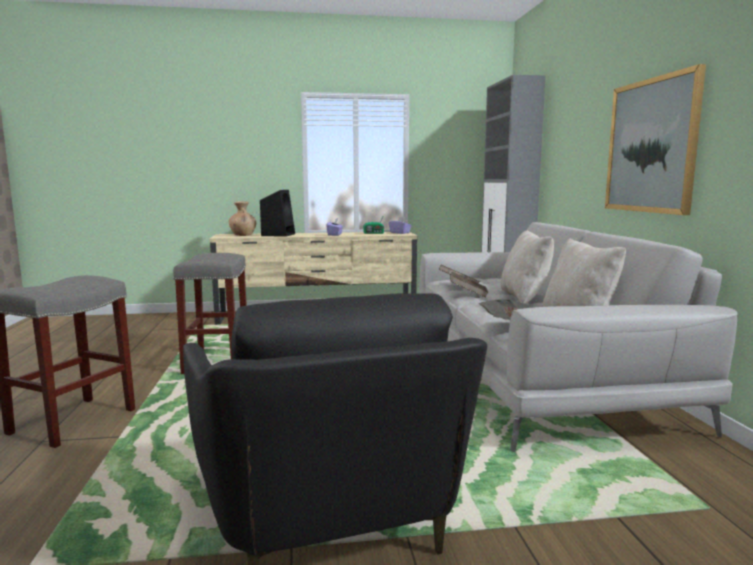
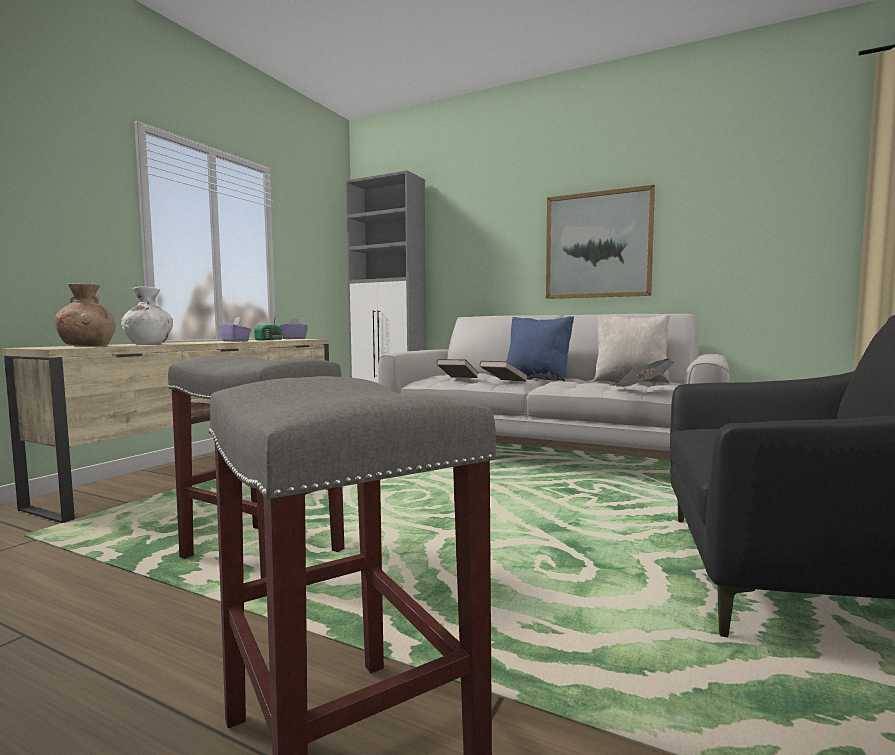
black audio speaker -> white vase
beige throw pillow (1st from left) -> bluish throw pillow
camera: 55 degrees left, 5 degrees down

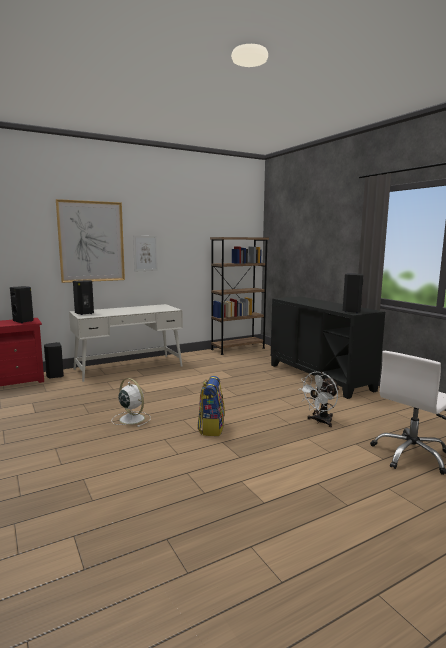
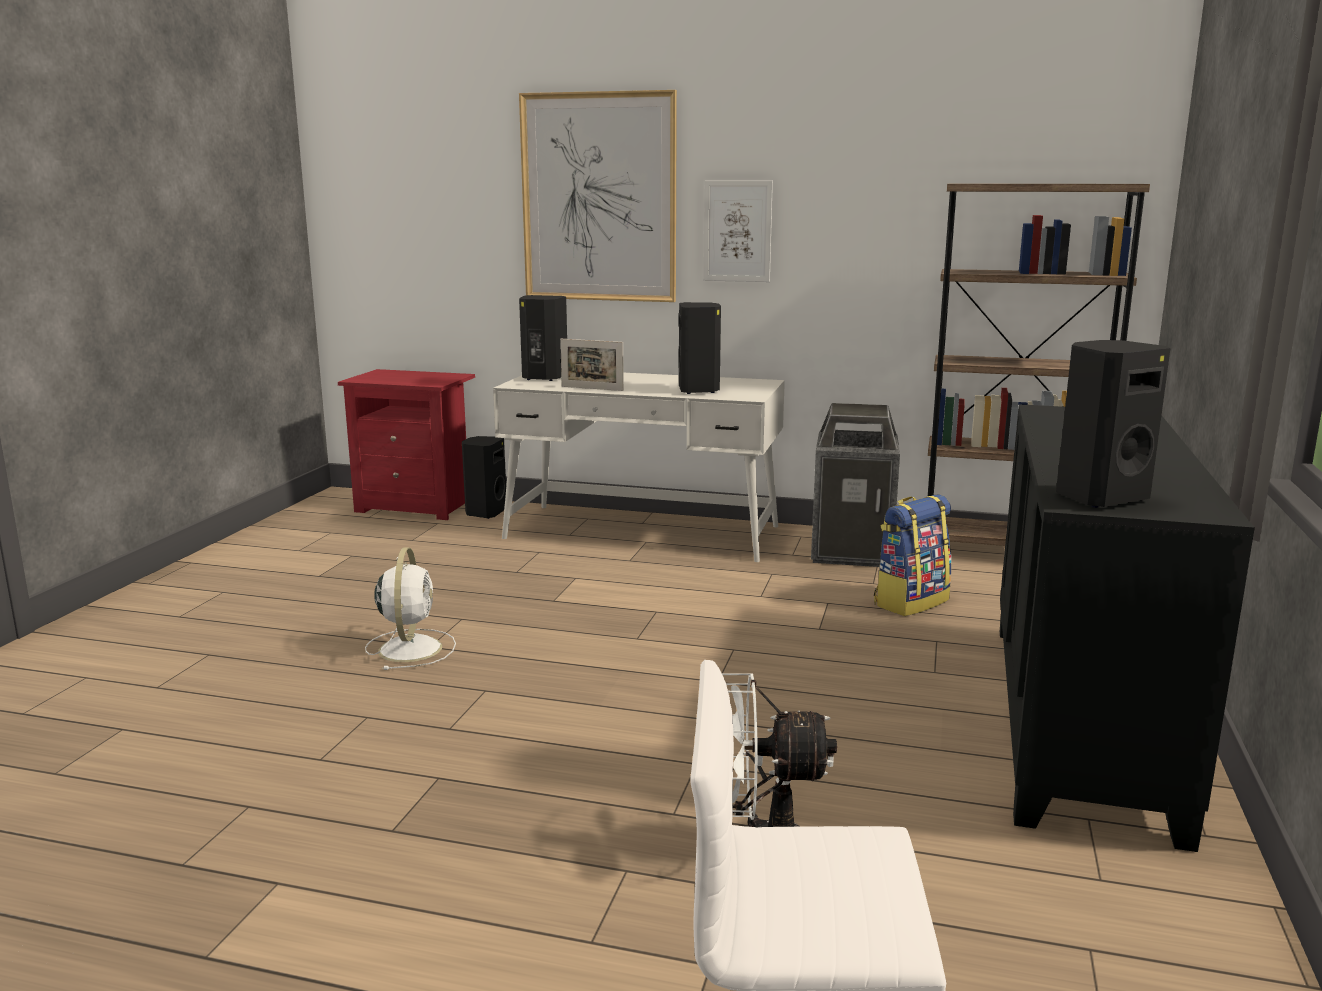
black audio speaker (1st from left in the first image) -> black audio speaker (3rd from left), move
knapsack, move
none -> standing frame
none -> waste bin
camera: 45 degrees right, 5 degrees up

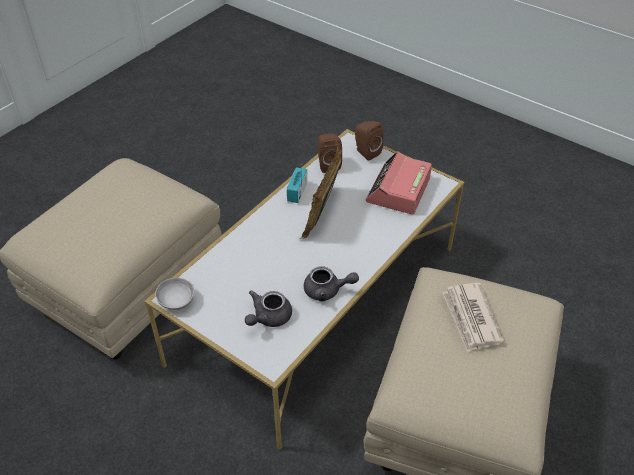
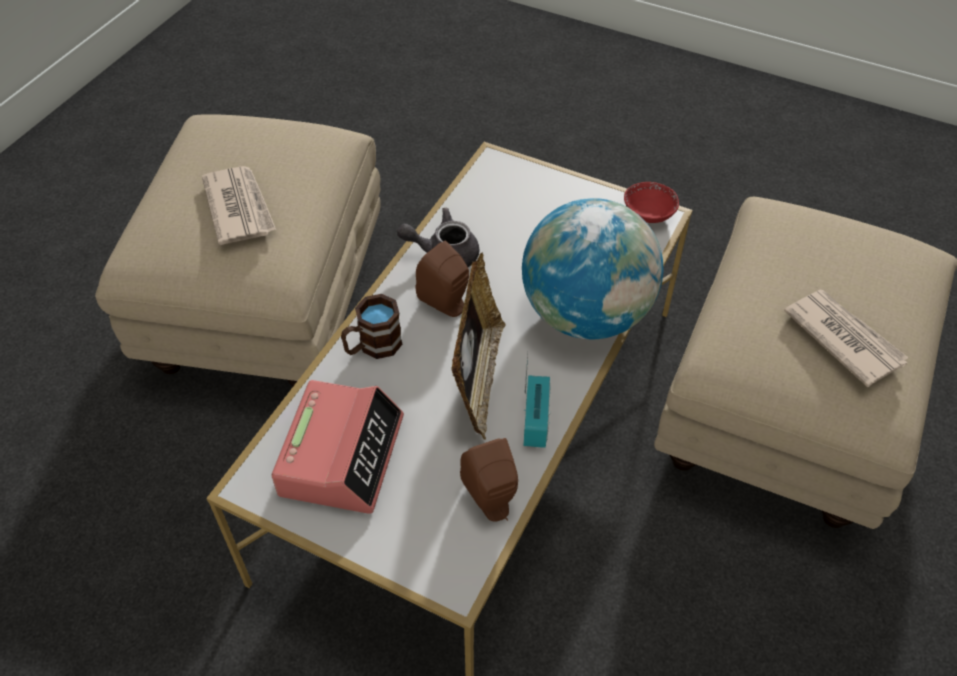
brownish audio speaker (2nd from left in the first image) -> brownish audio speaker (1st from left), move
greyish serving bowl -> red serving bowl
greyish tea pot (1st from left) -> none
none -> desk globe
none -> newspaper (2nd from left)
none -> brownish tea mug
camera: 170 degrees right, 5 degrees up

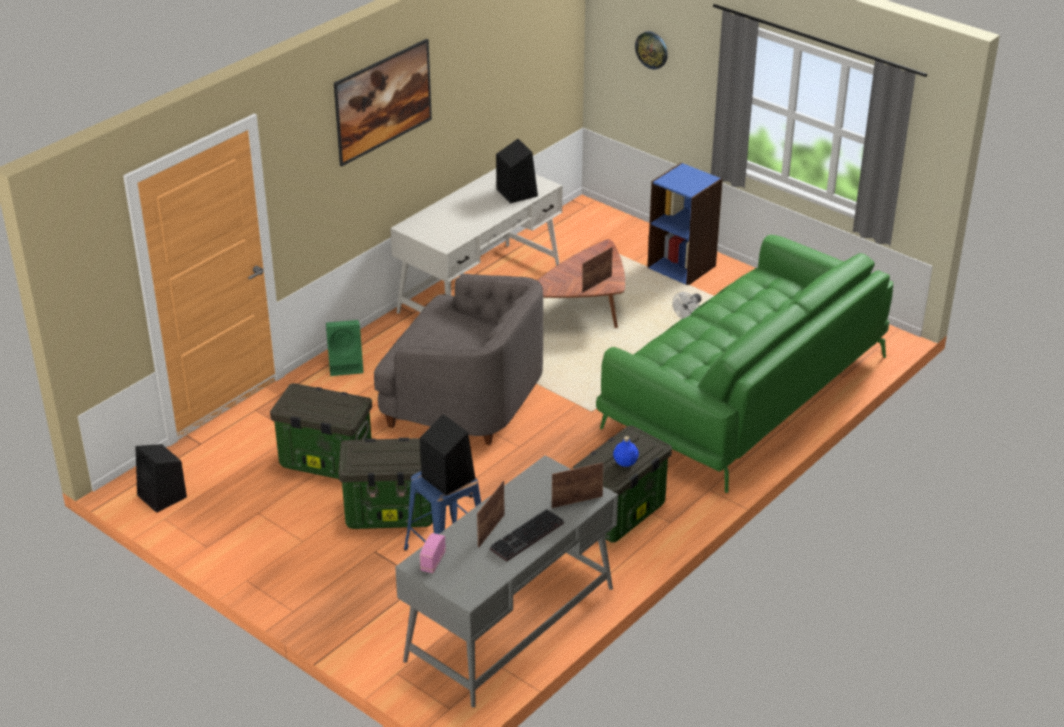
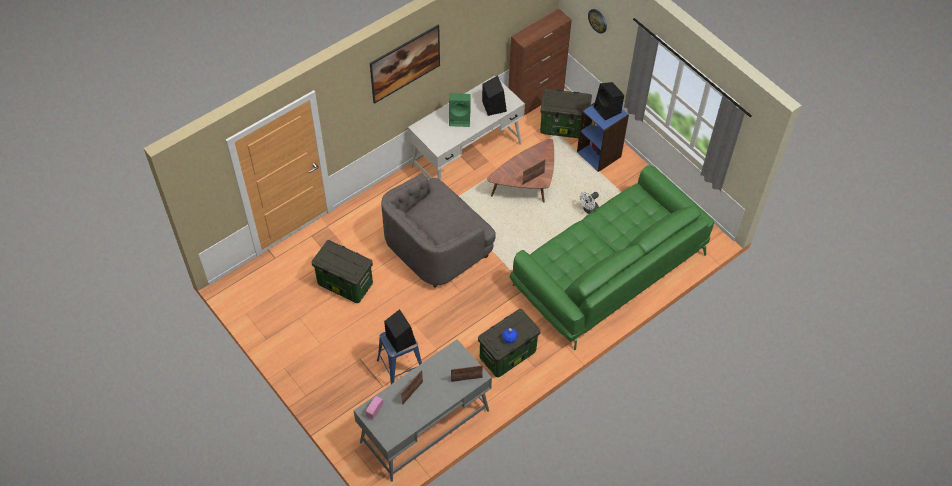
greyish lounge chair, 105 degrees clockwise
green audio speaker, move
storage box (2nd from left in the first image) -> storage box (3rd from left), move
black audio speaker (1st from left in the first image) -> black audio speaker (3rd from left), move
PC keyboard -> none
none -> brownish cupboard
camera: 10 degrees right, 20 degrees up

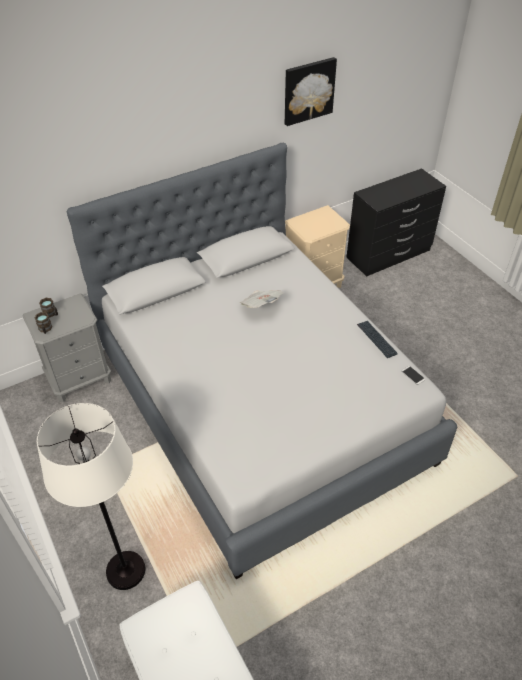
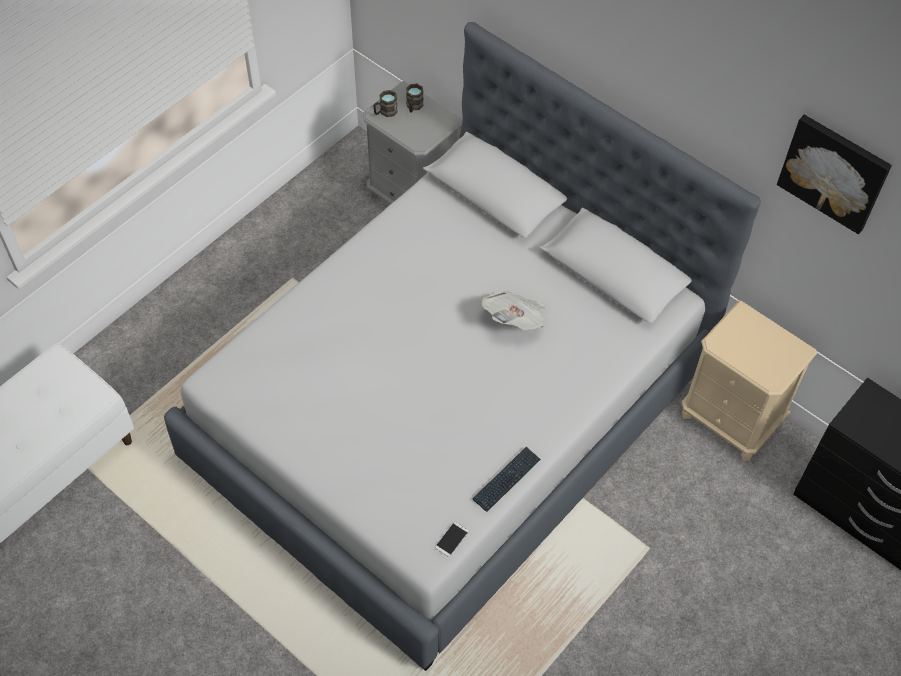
white standard lamp -> none
camera: 70 degrees right, 10 degrees up

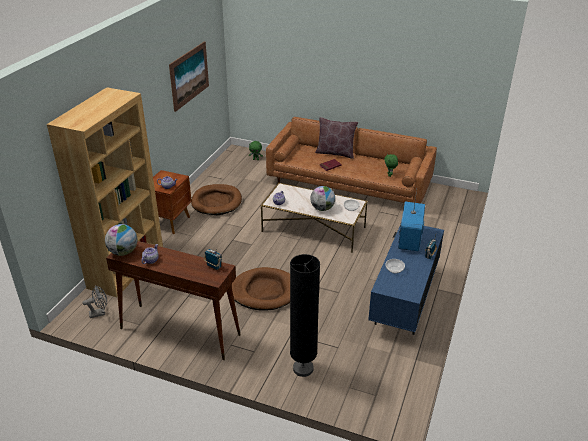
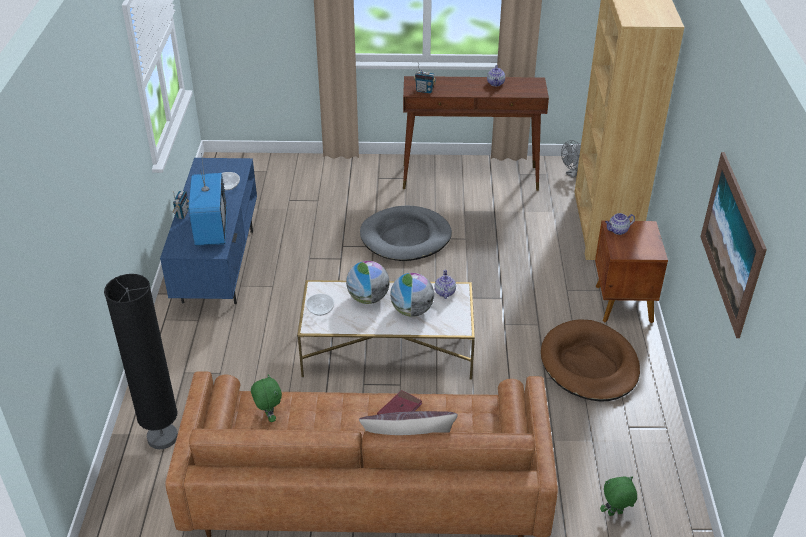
desk globe (1st from left in the first image) -> desk globe (2nd from left), move
black standard lamp, move
brownish dog bed (2nd from left) -> greyish dog bed
camera: 160 degrees right, 5 degrees up

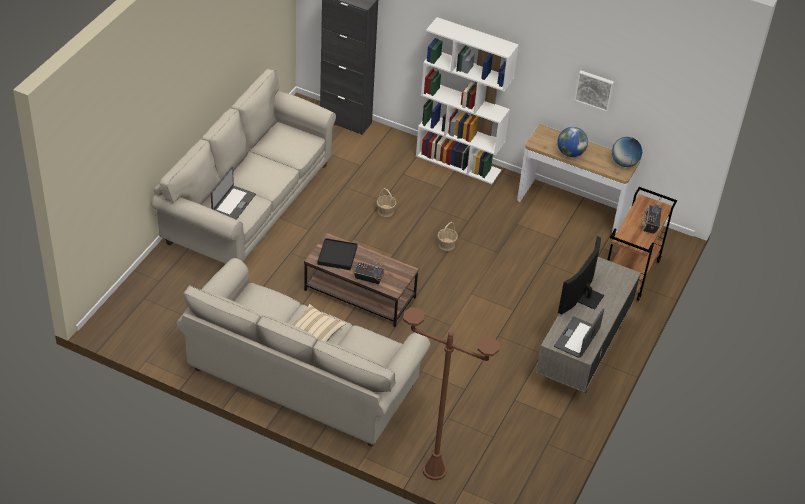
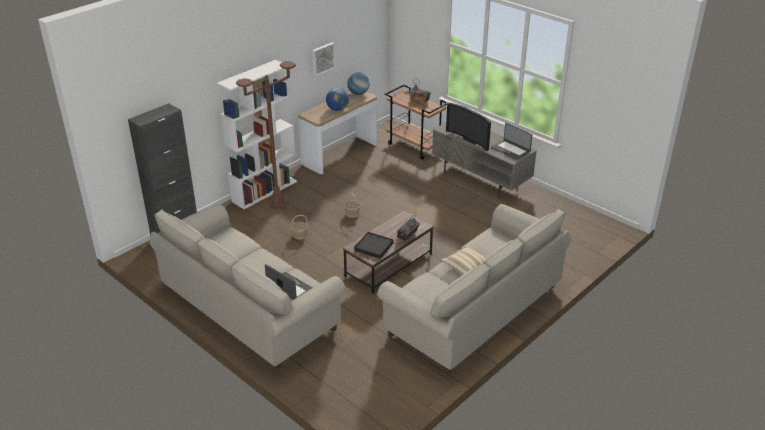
brownish standard lamp, move
camera: 70 degrees left, 10 degrees down

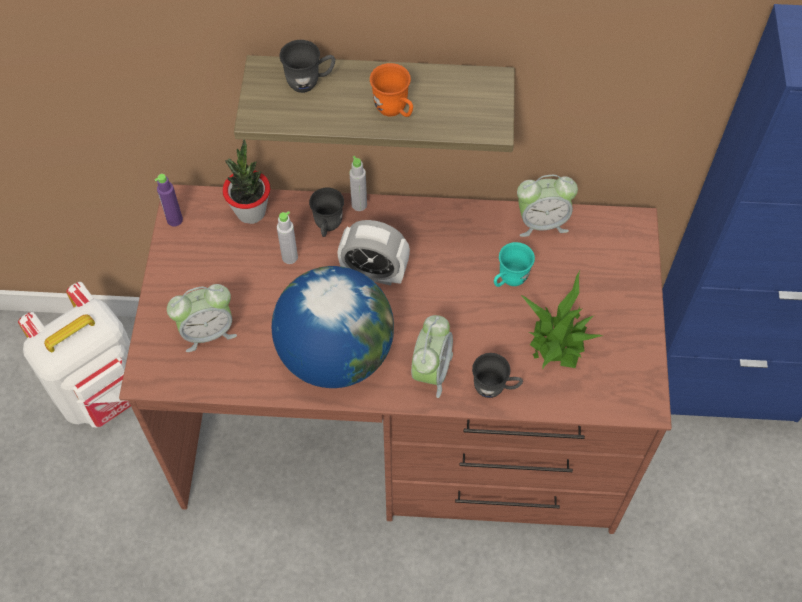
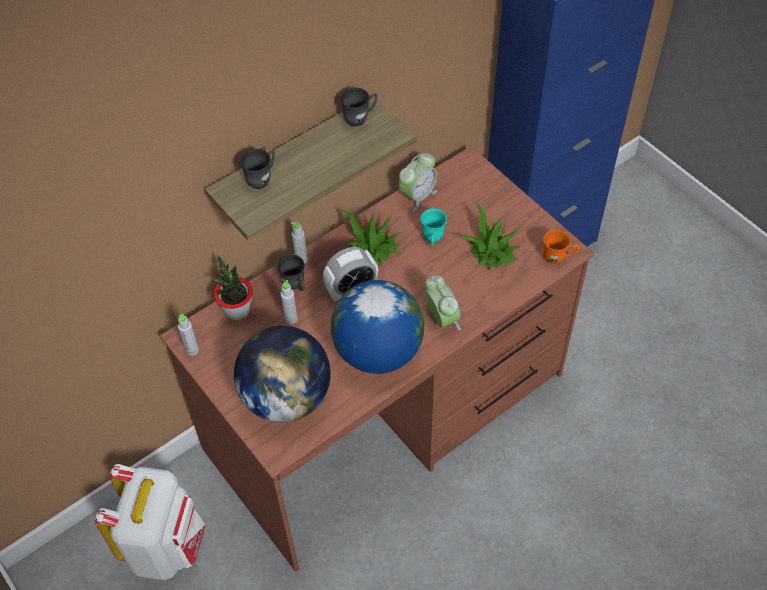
orange tea mug, move
purple-coloured drink bottle -> greyish drink bottle (1st from left)
table clock (1st from left) -> desk globe (1st from left)
greyish tea mug (3rd from left), move
none -> potted plant (2nd from left)
camera: 40 degrees left, 5 degrees down

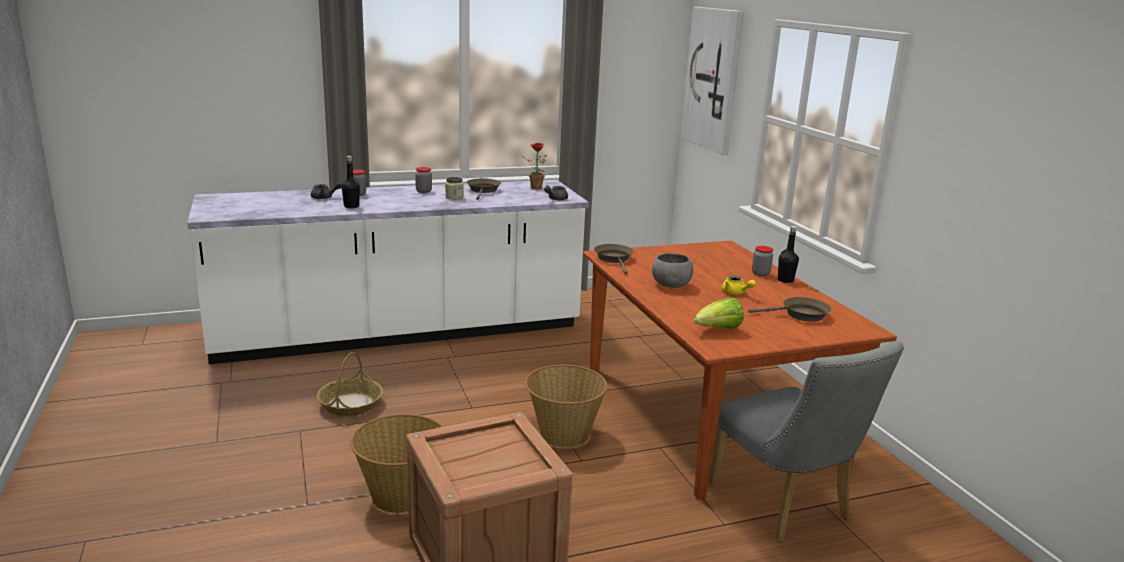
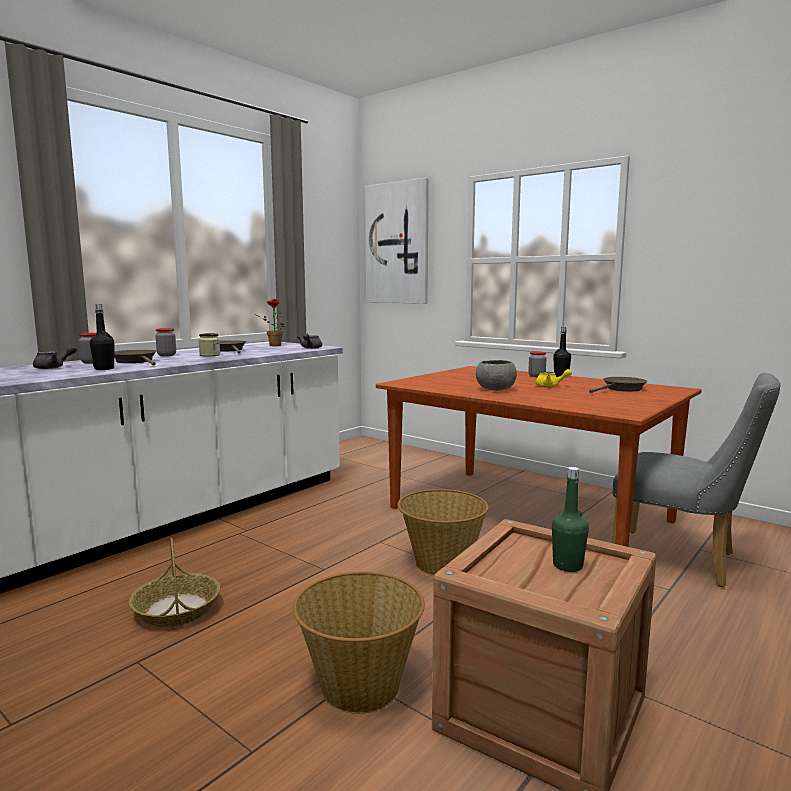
brownish skillet (2nd from left in the first image) -> brownish skillet (1st from left), move
lettuce head -> none
none -> green drink bottle
camera: 30 degrees left, 10 degrees down

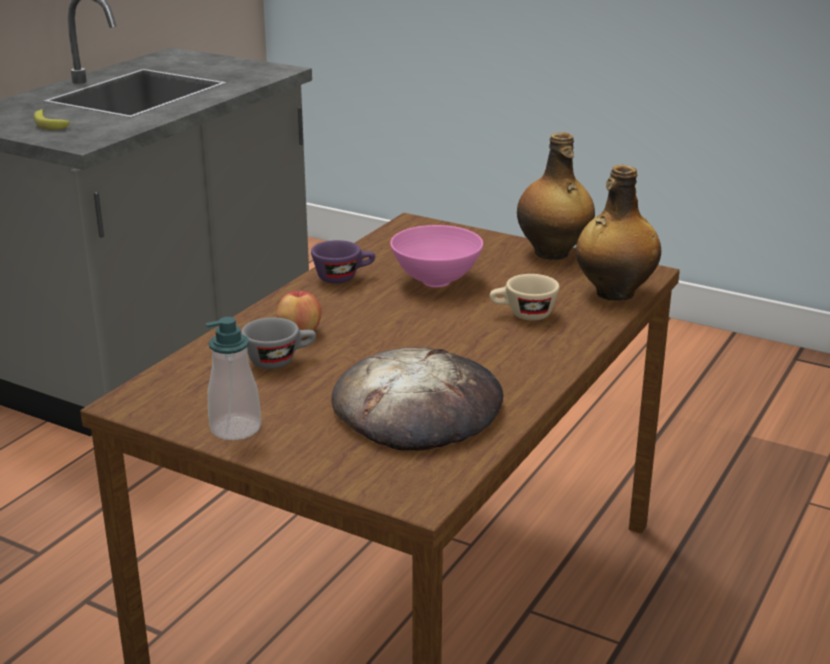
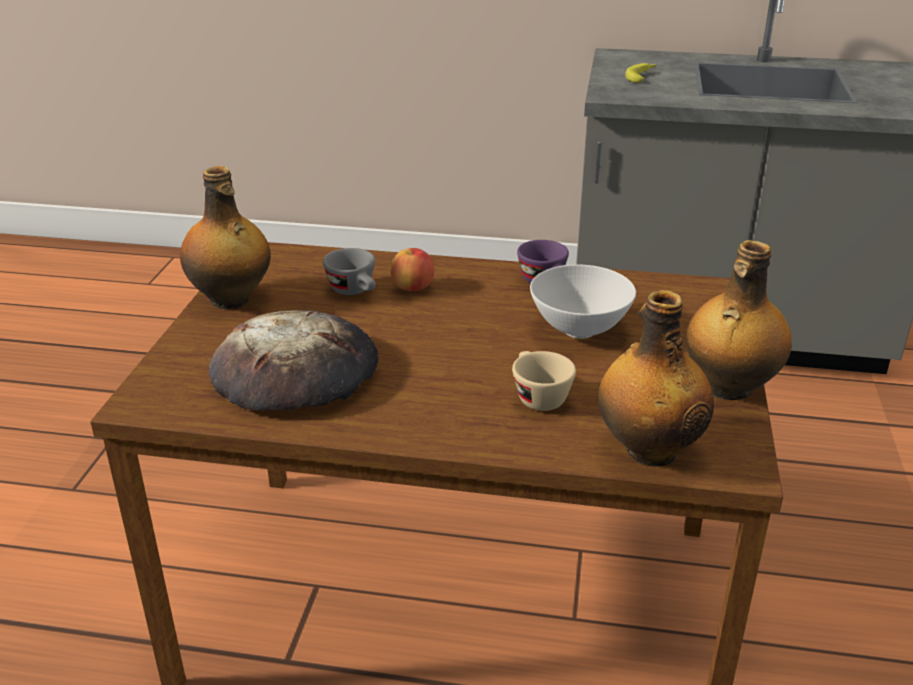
pinkish serving bowl -> white serving bowl
soap bottle -> drink bottle (1st from left)
camera: 70 degrees right, 5 degrees up

